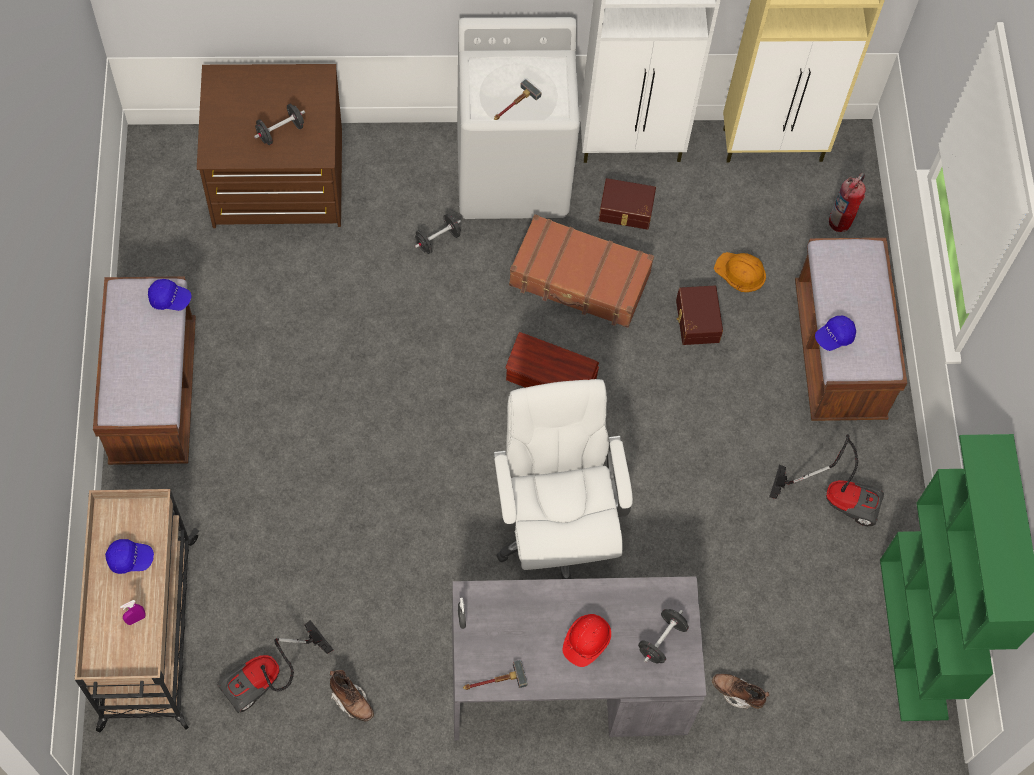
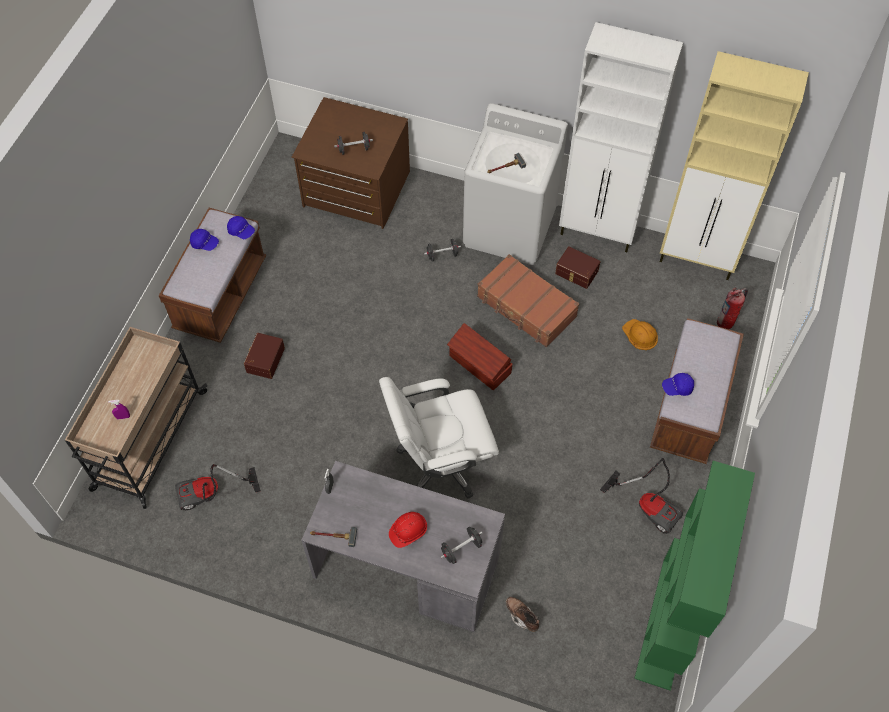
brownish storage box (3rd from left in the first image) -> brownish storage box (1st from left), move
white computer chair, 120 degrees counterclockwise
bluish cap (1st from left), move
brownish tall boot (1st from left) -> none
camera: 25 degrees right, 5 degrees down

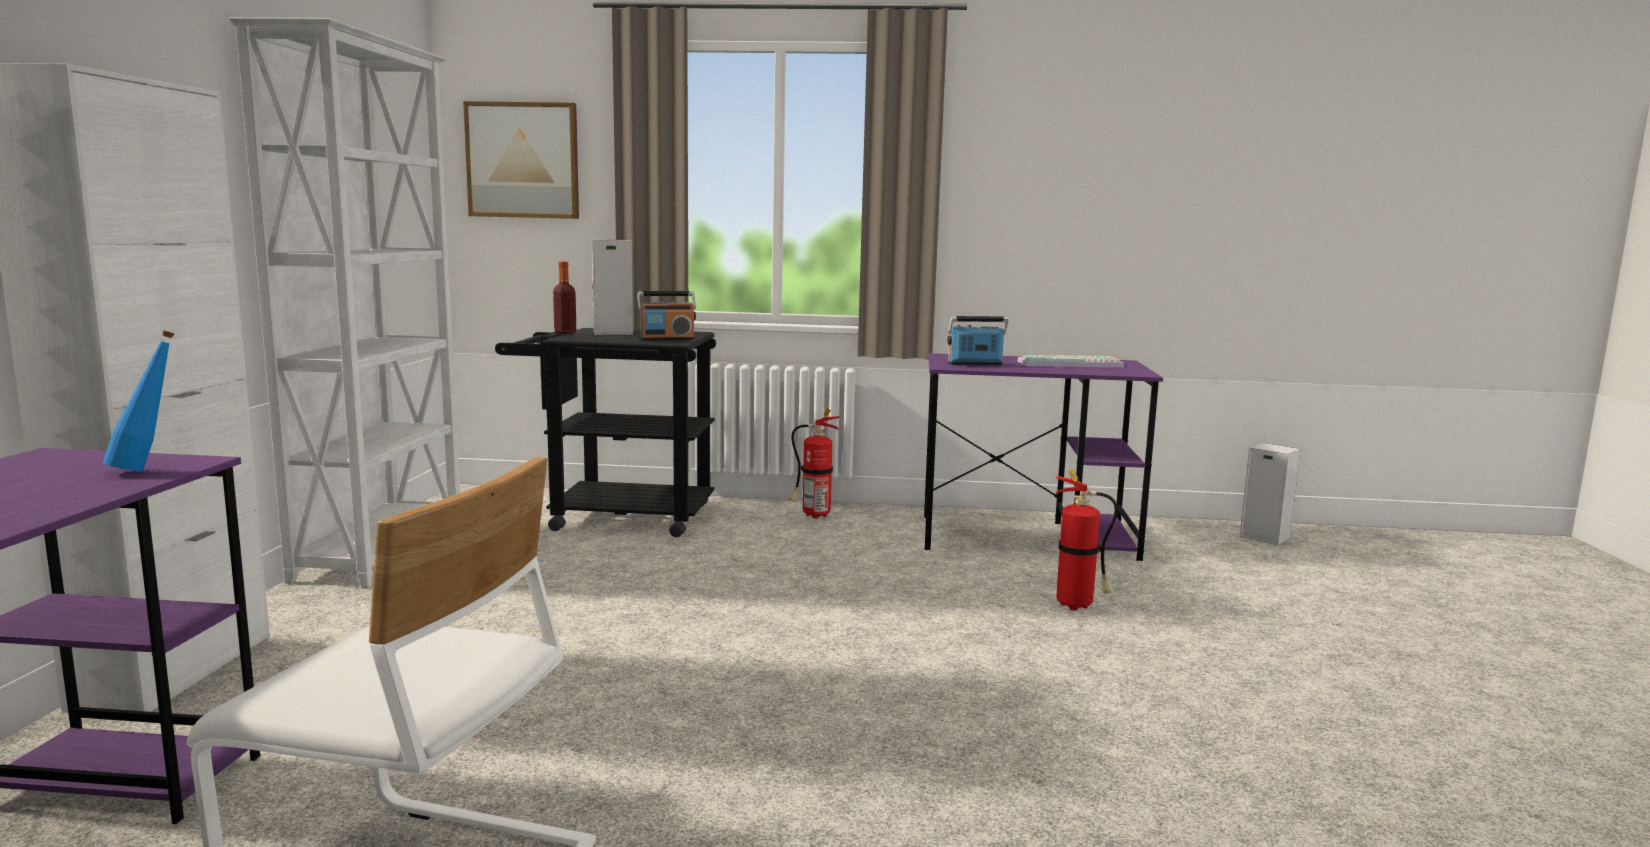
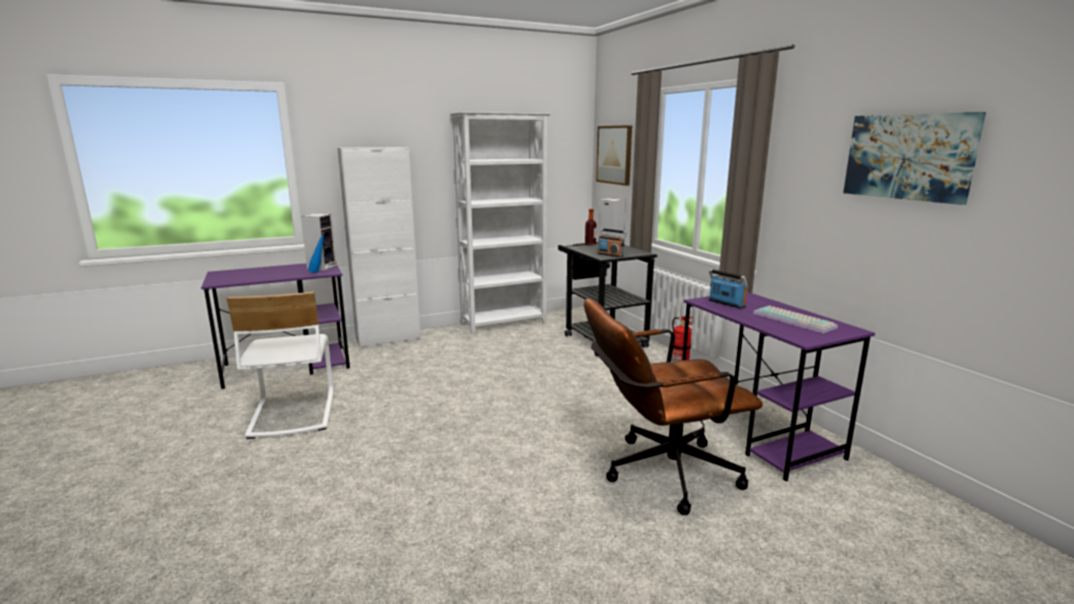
audio speaker (2nd from left in the first image) -> audio speaker (1st from left), move
fire-fighting cylinder (2nd from left) -> brownish computer chair
none -> wall art (2nd from left)
camera: 60 degrees right, 5 degrees up

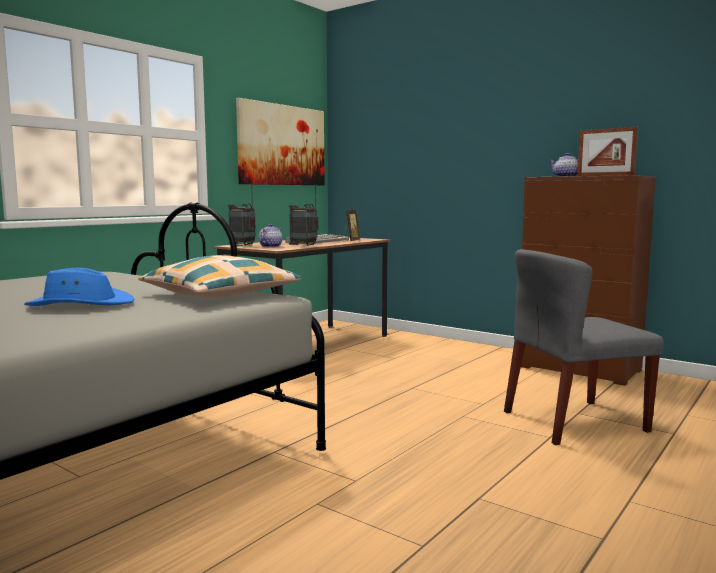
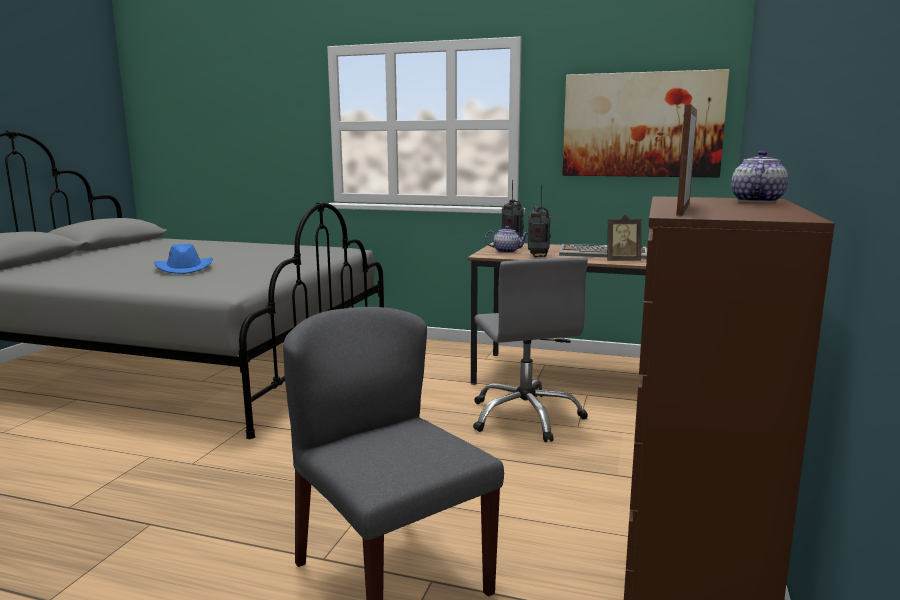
throw pillow -> none
none -> greyish computer chair
camera: 70 degrees right, 5 degrees up

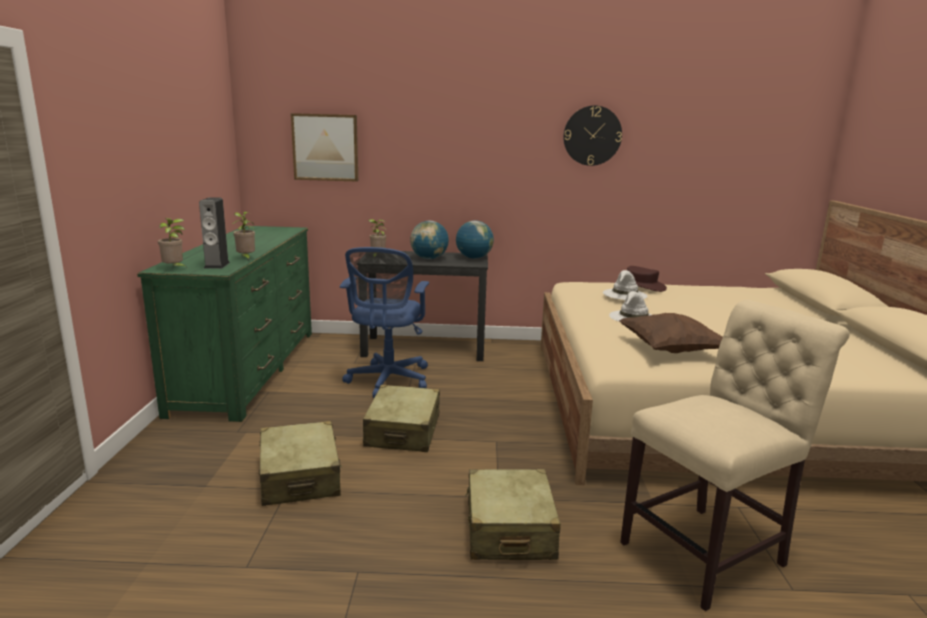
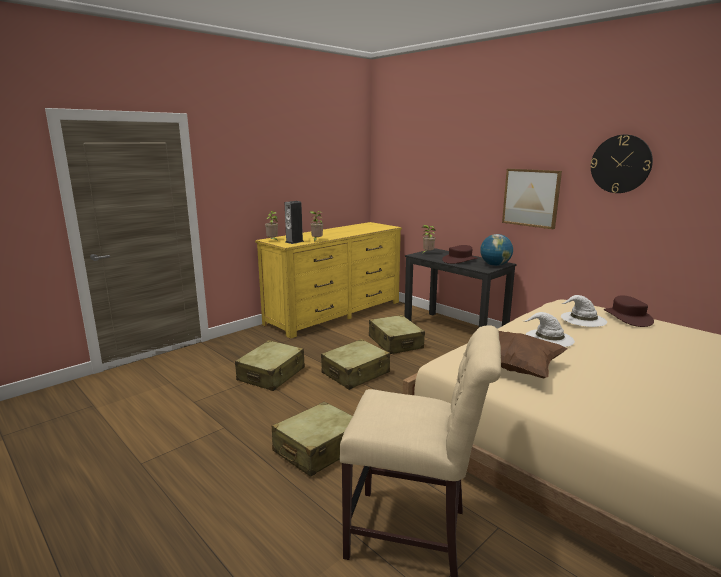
wall art, move
desk globe (1st from left) -> brownish clothing hat (1st from left)
green drawer chest -> yellowish drawer chest
bluish computer chair -> beige suitcase (4th from left)
camera: 45 degrees right, 0 degrees up

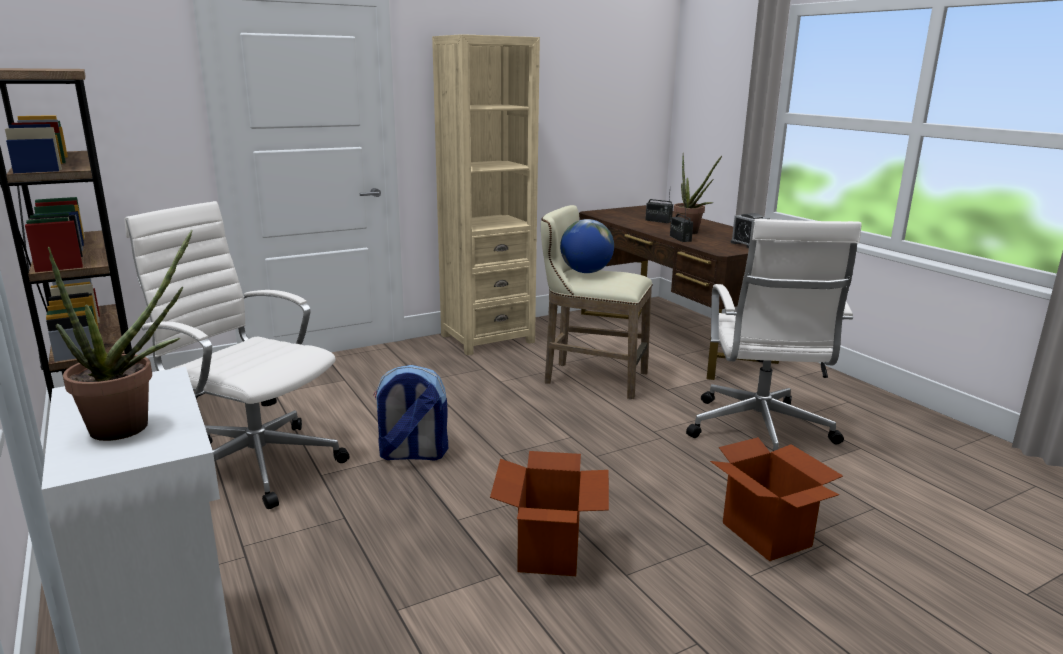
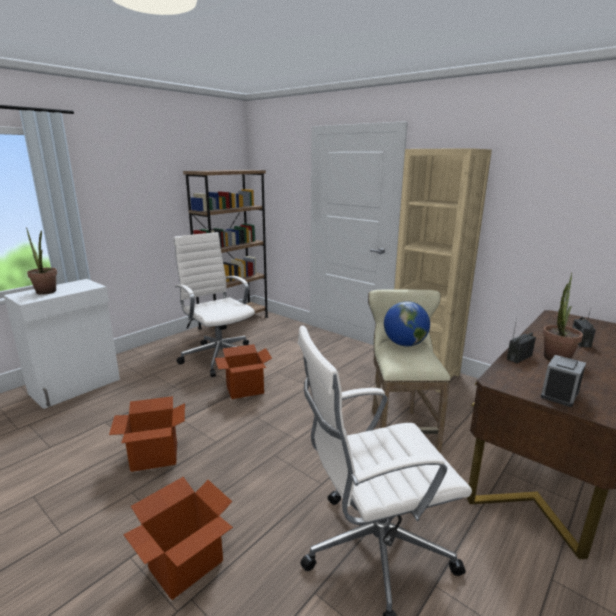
white computer chair (1st from left), 45 degrees counterclockwise
knapsack -> cardboard box (3rd from left)
camera: 70 degrees right, 0 degrees up

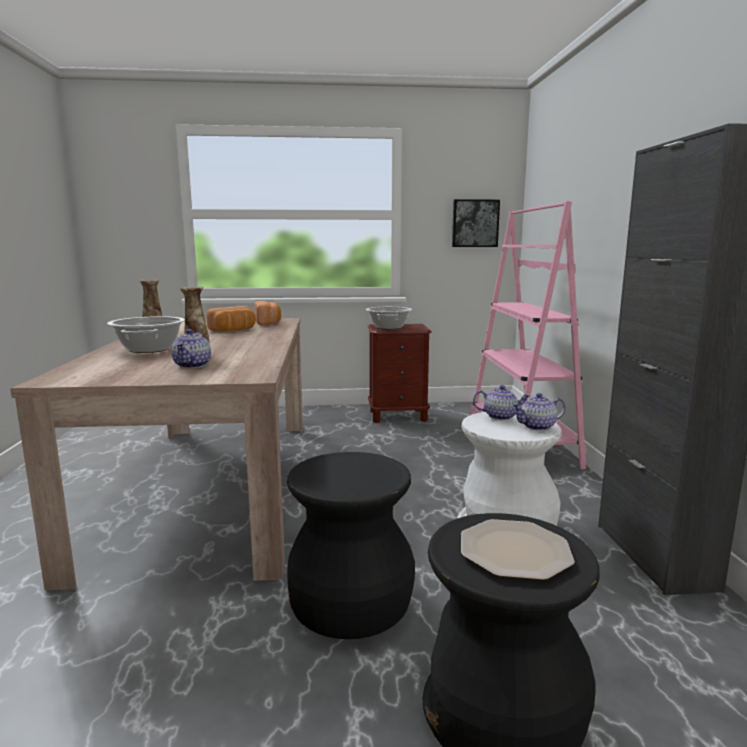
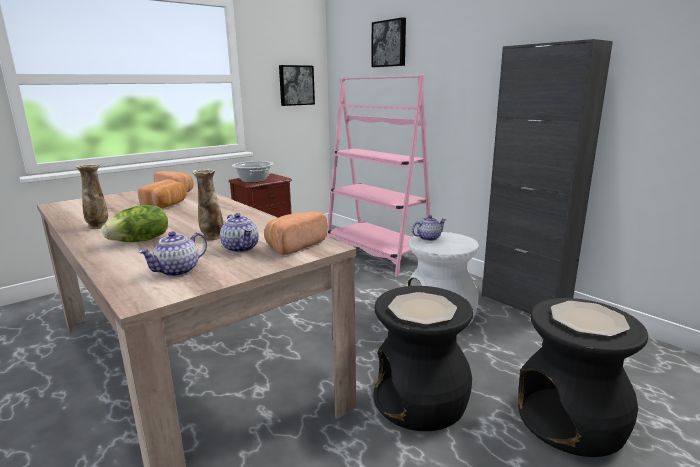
saucepot (1st from left) -> lettuce head
tea pot (3rd from left in the first image) -> tea pot (1st from left), move
none -> wall art (2nd from left)
none -> bakery bread (3rd from left)
none -> dinner plate (1st from left)
camera: 35 degrees left, 5 degrees up

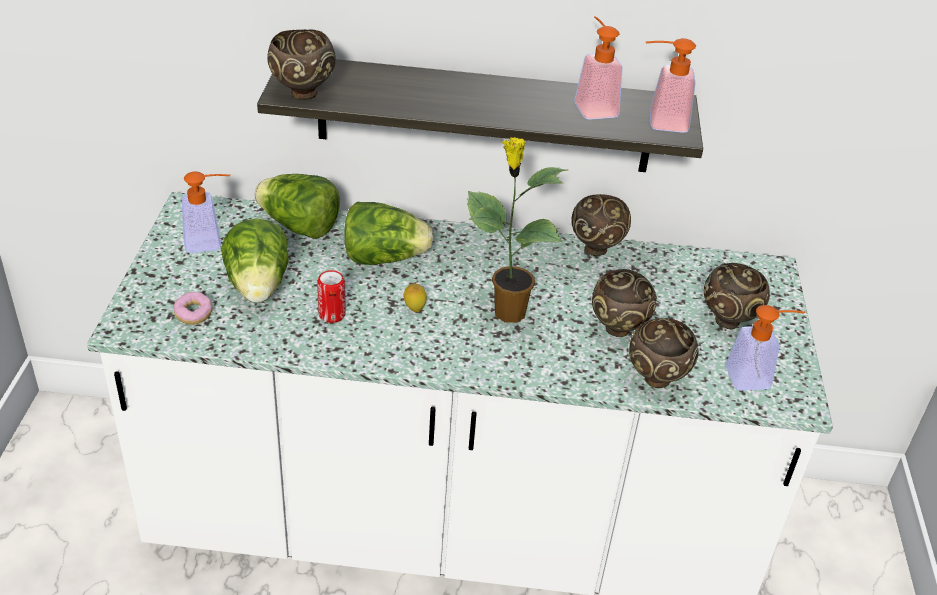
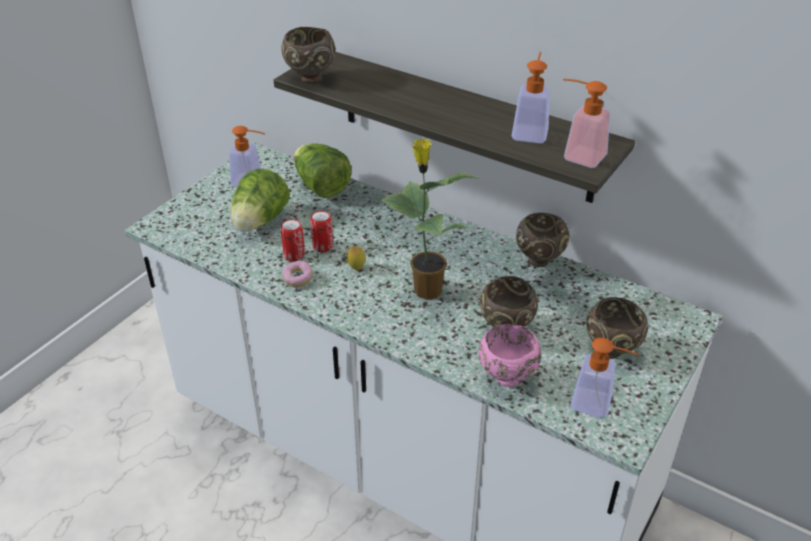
lettuce head (3rd from left) -> none
ring doughnut, move
brownish serving bowl (4th from left) -> pinkish serving bowl
none -> sealed can (2nd from left)
camera: 30 degrees right, 0 degrees up

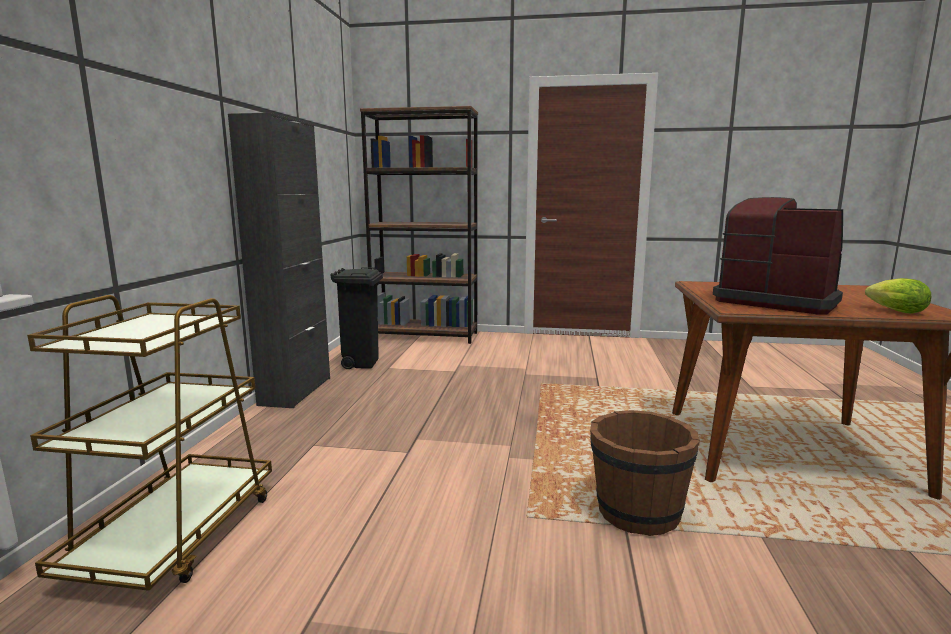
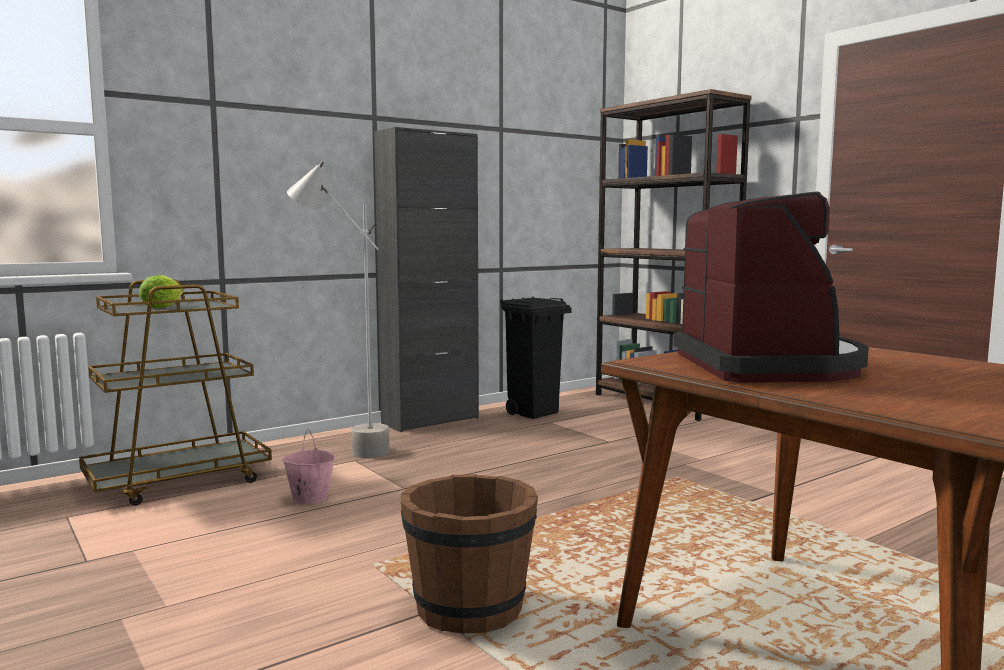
lettuce head, move
none -> greyish standard lamp
none -> pinkish water bucket
camera: 45 degrees right, 5 degrees down

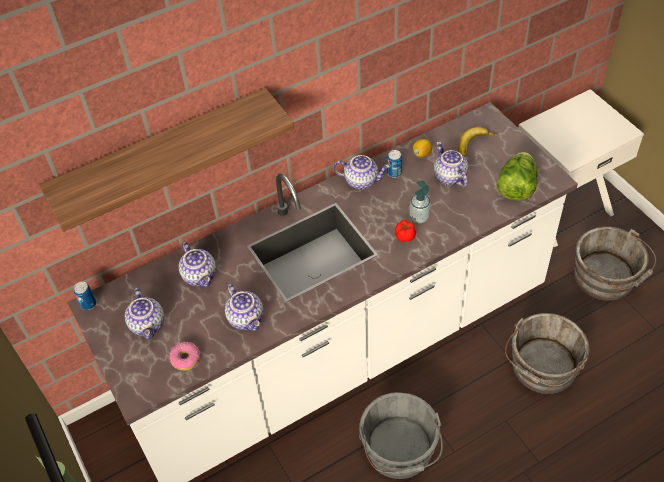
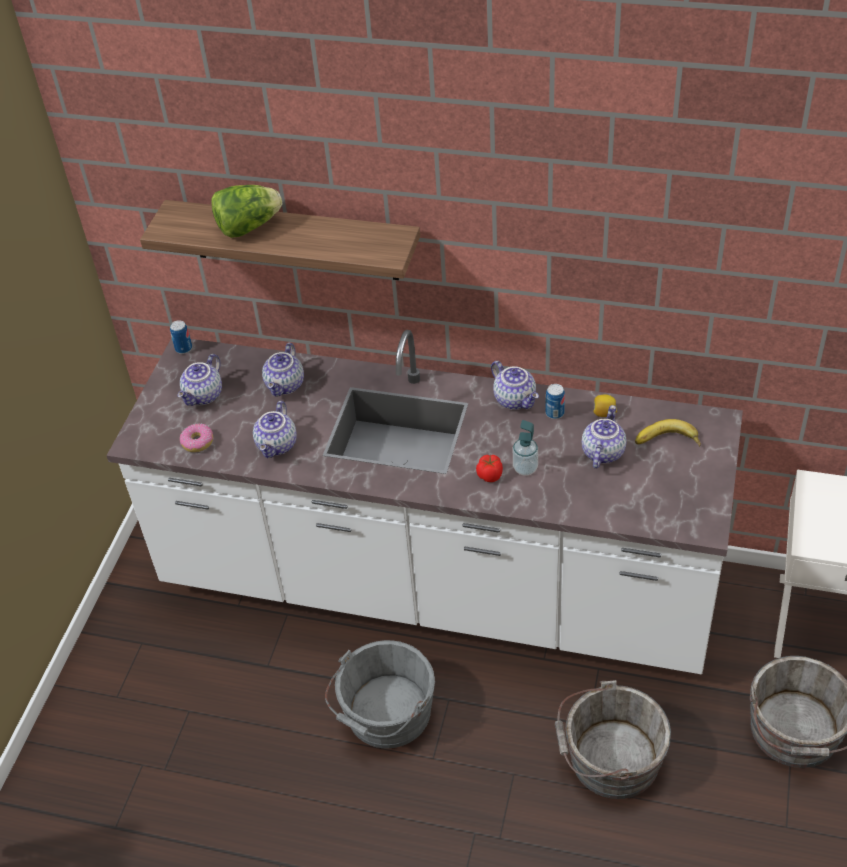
lettuce head, move
camera: 45 degrees right, 5 degrees down

